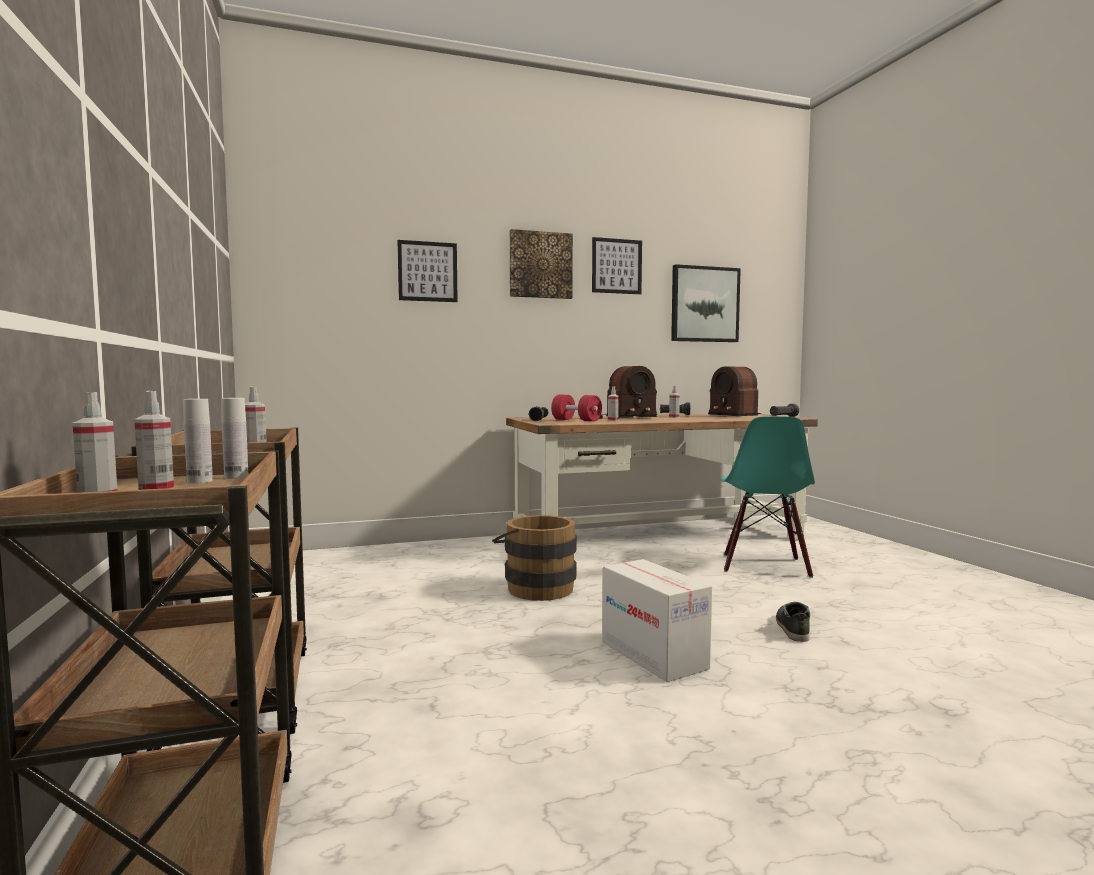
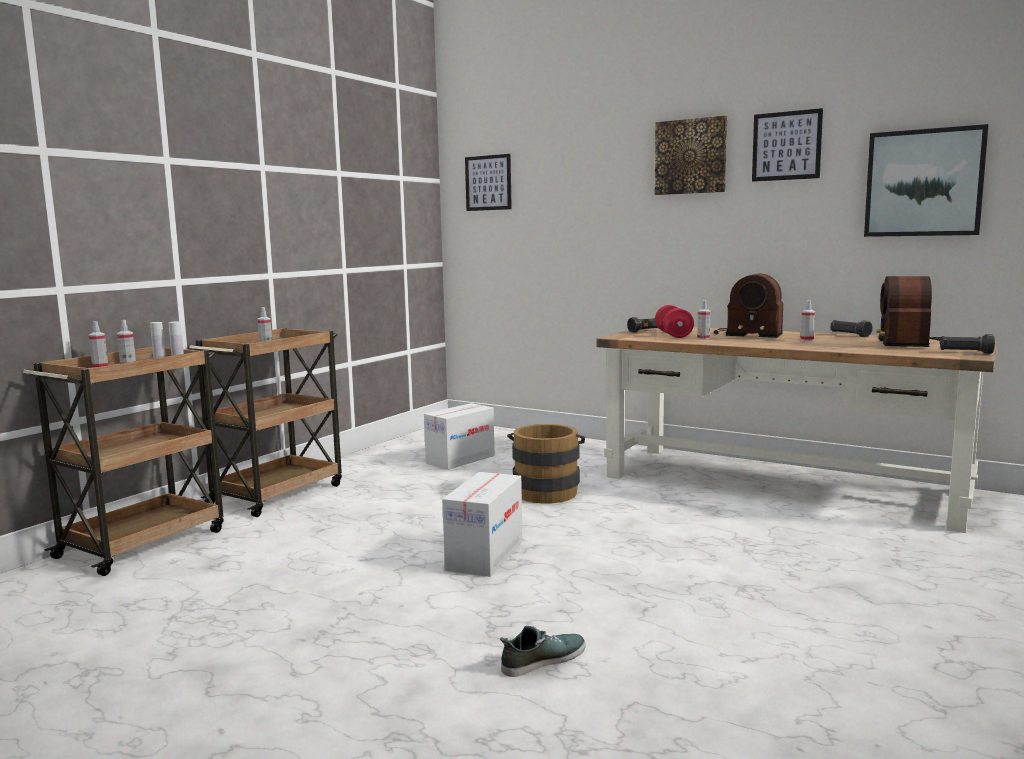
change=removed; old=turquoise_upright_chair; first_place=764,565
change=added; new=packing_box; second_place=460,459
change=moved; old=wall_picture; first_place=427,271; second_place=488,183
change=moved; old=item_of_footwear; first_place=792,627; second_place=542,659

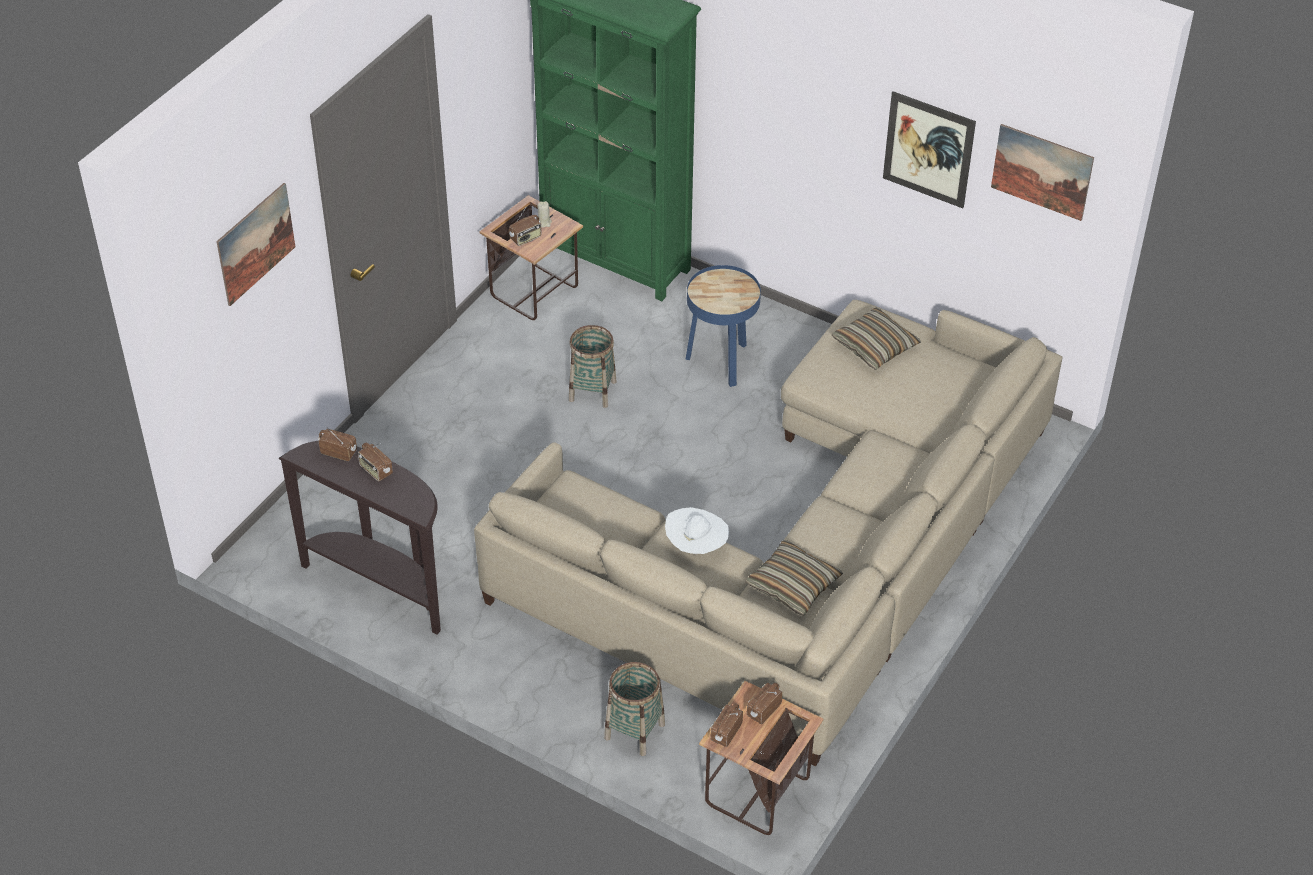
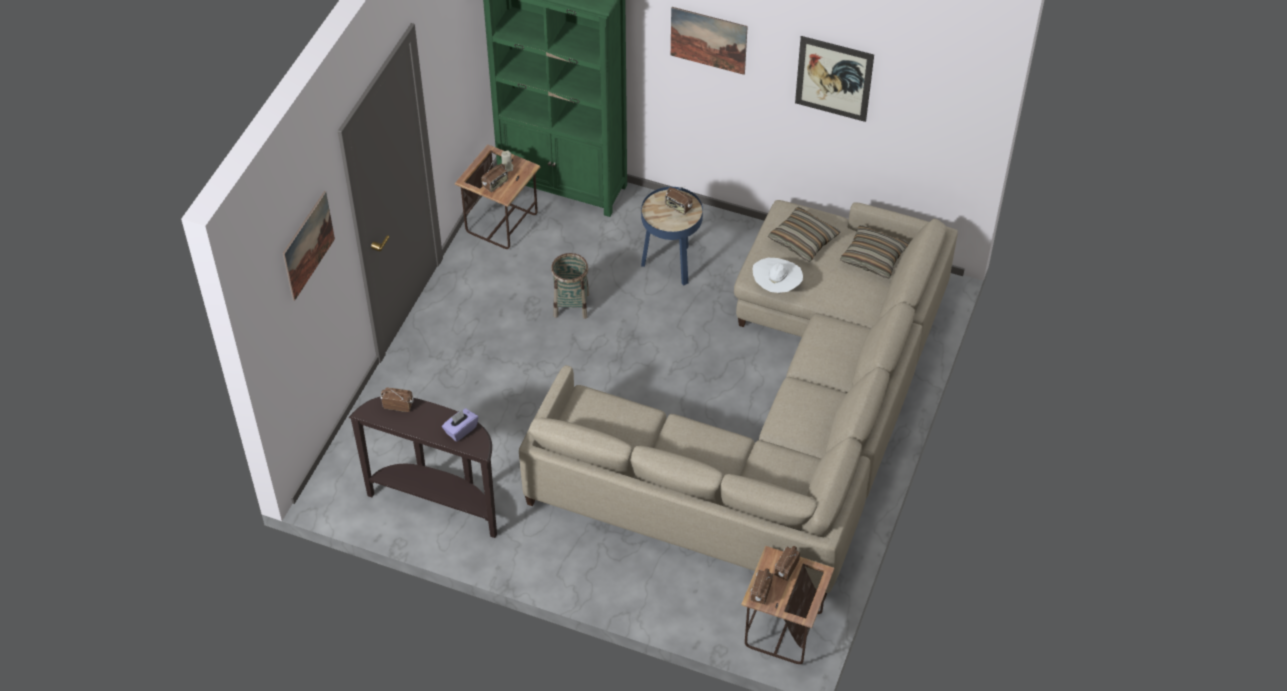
change=removed; old=storage_basket; first_place=634,731
change=added; new=purple_tissue_holder; second_place=460,430
change=moved; old=radio; first_place=375,471; second_place=678,207
change=moved; old=white-coloured_wearable_hat; first_place=696,546; second_place=776,287
change=moved; old=cushion; first_place=793,585; second_place=873,258
change=moved; old=wall_picture; first_place=1042,172; second_place=708,40

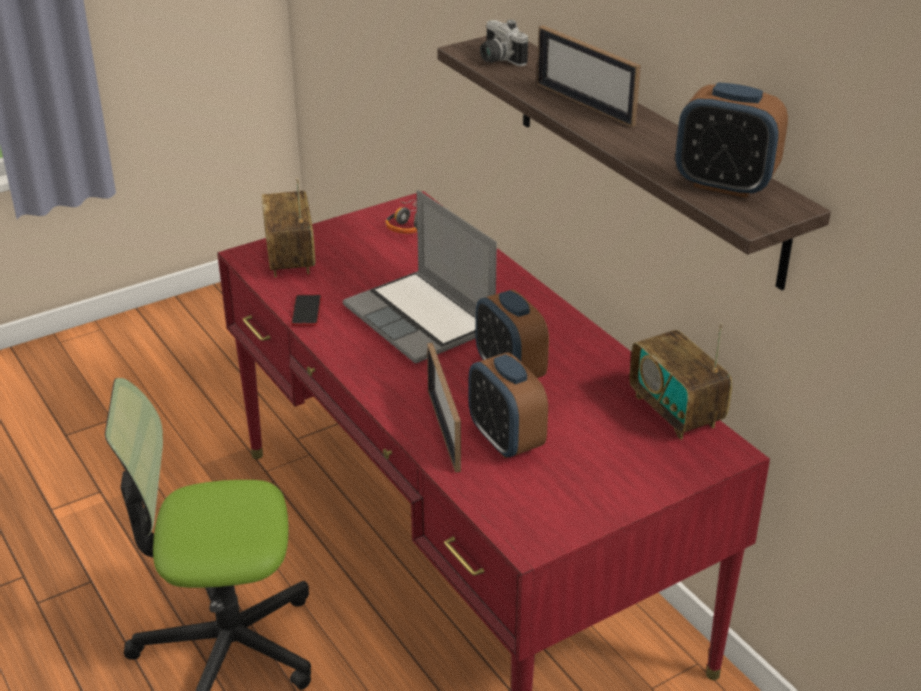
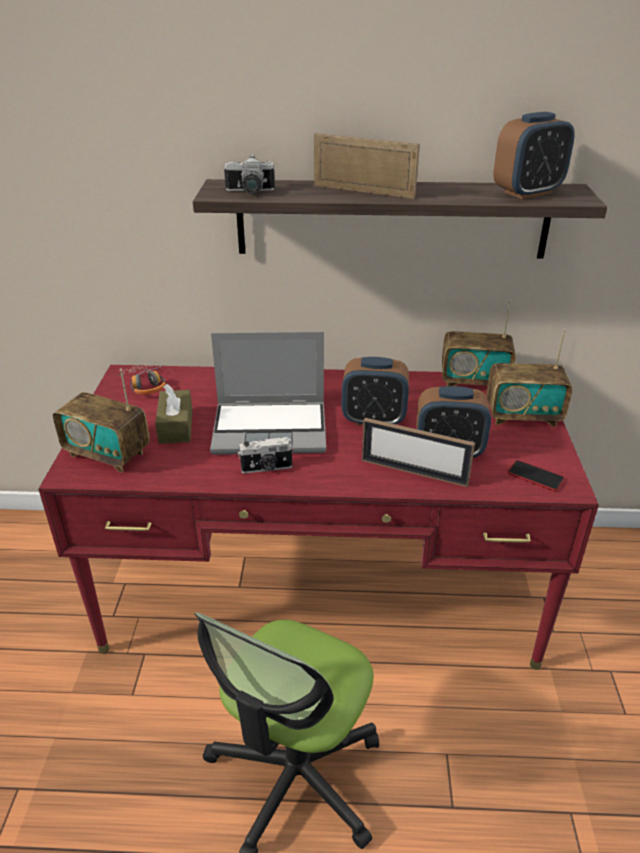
change=added; new=brown_tissue_holder; second_place=176,426
change=added; new=still_camera; second_place=267,468
change=added; new=radio; second_place=522,416
change=moved; old=telephone; first_place=306,311; second_place=535,476
change=turned; old=photo_frame; first_place=584,104; second_place=363,191; degrees=-150

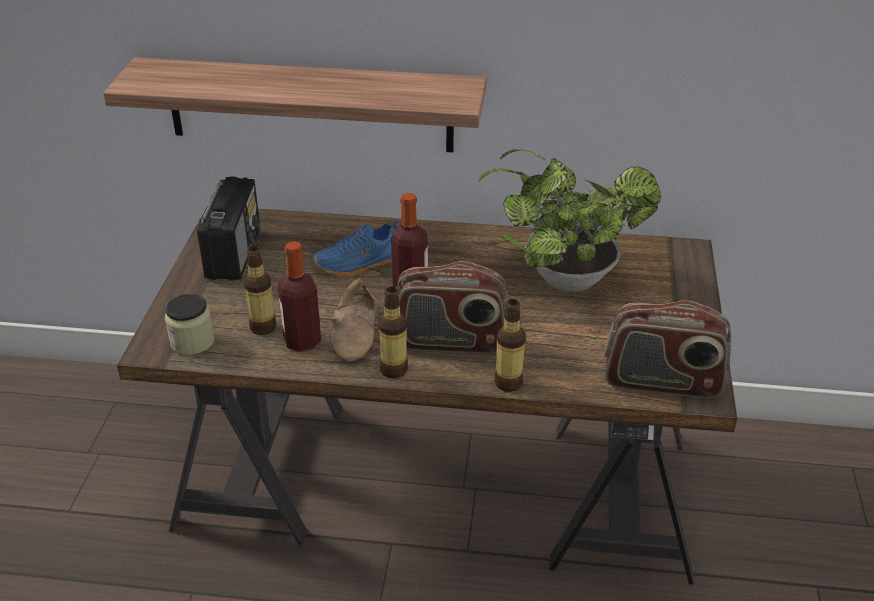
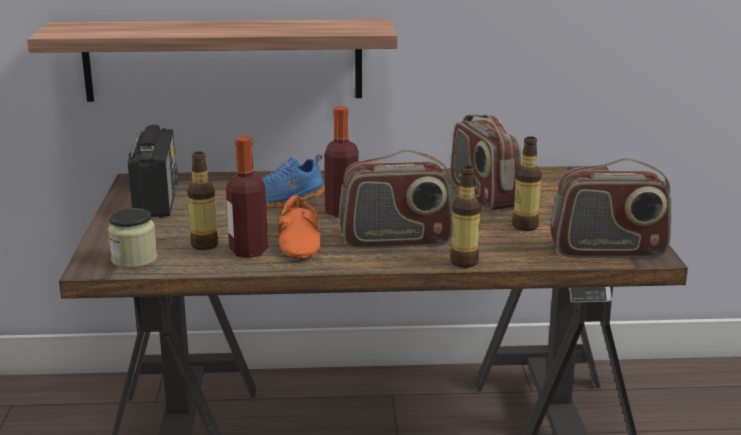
change=moved; old=drink_bottle; first_place=394,370; second_place=525,226
change=replaced; old=potted_plant; new=radio; first_place=562,278; second_place=482,195
change=recoloured; old=beige_item_of_footwear; new=orange-coloured_item_of_footwear; first_place=358,332; second_place=302,241

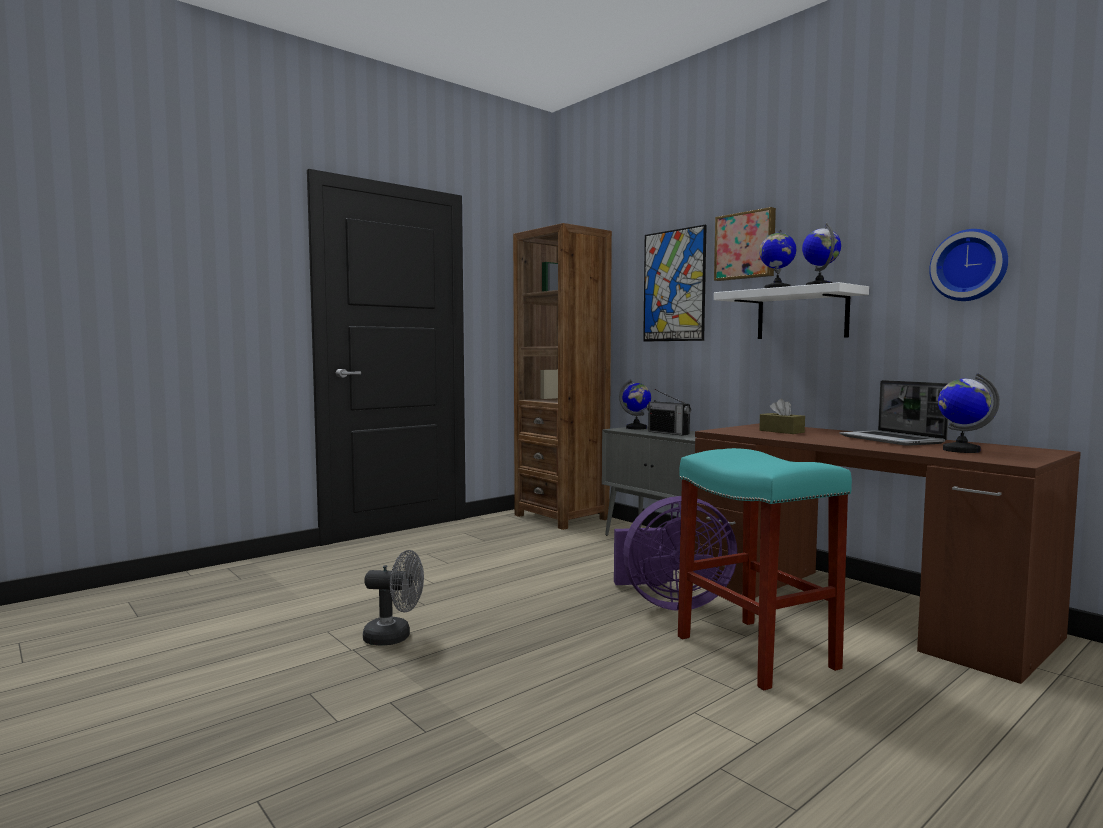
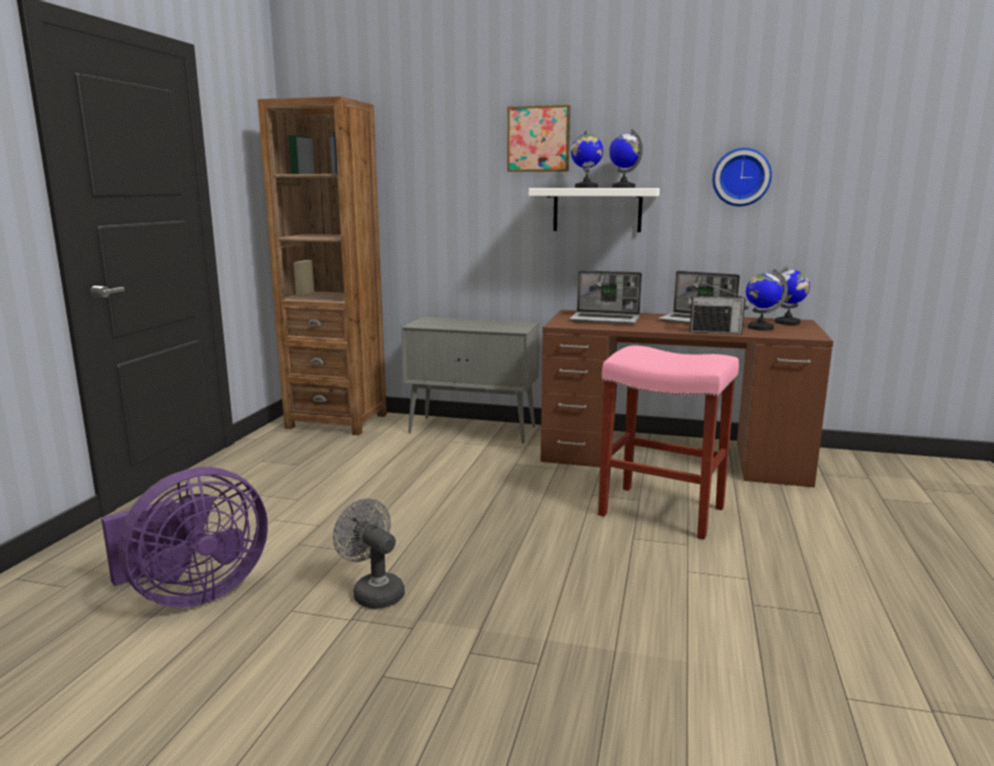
change=removed; old=wall_picture; first_place=674,286
change=moved; old=purple_electric_fan; first_place=670,603; second_place=192,594
change=moved; old=world_globe; first_place=636,428; second_place=787,322
change=moved; old=radio; first_place=668,433; second_place=715,332
change=replaced; old=brown_tissue_holder; new=notebook_computer; first_place=781,431; second_place=606,320
change=recoloured; old=turquoise_stool; new=pinkish_stool; first_place=753,651; second_place=659,511
change=turned; old=grey_electric_fan; first_place=395,637; second_place=373,592; degrees=-105

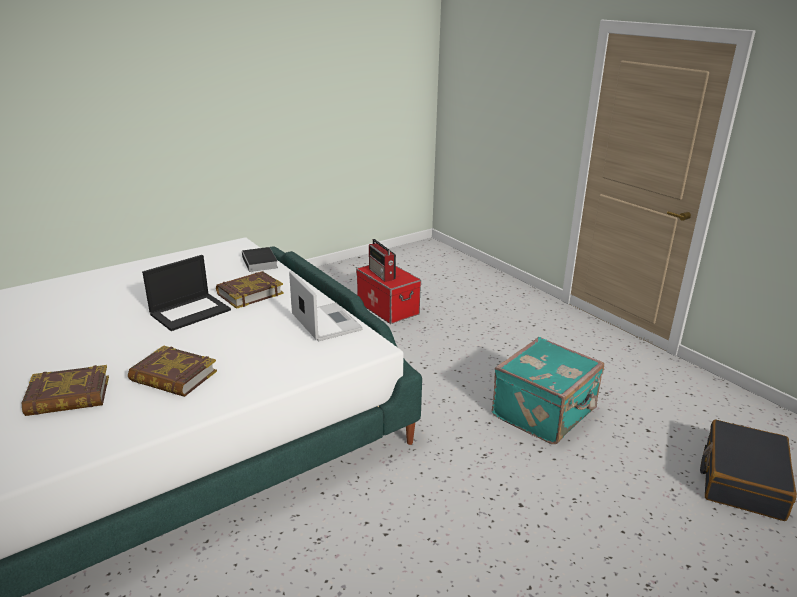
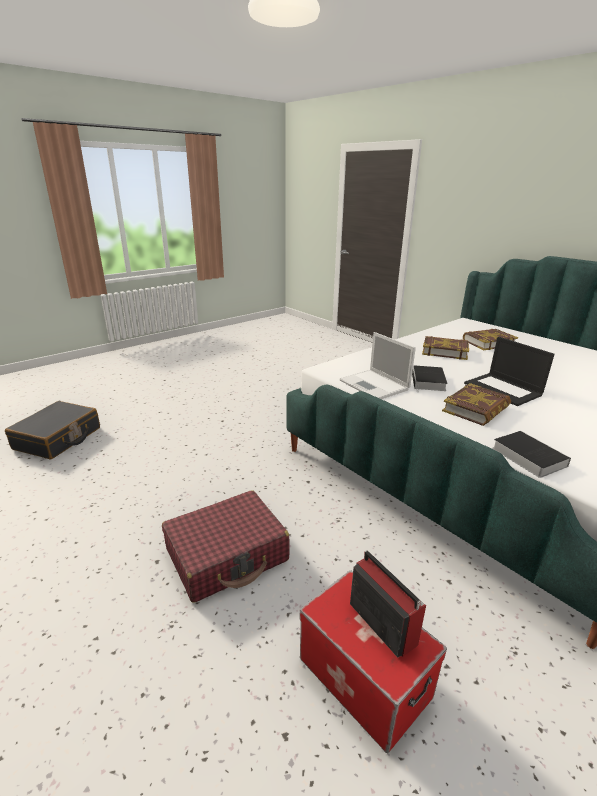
change=removed; old=turquoise_piece_of_luggage; first_place=545,413
change=added; new=reddish_piece_of_luggage; second_place=227,555
change=added; new=book; second_place=428,382
change=turned; old=notebook_computer; first_place=190,311; second_place=503,389; degrees=-75

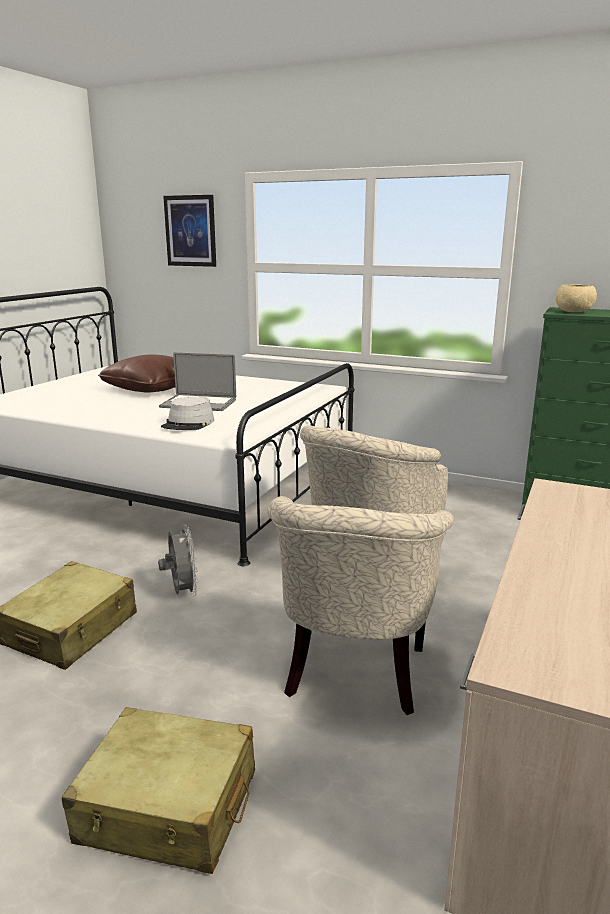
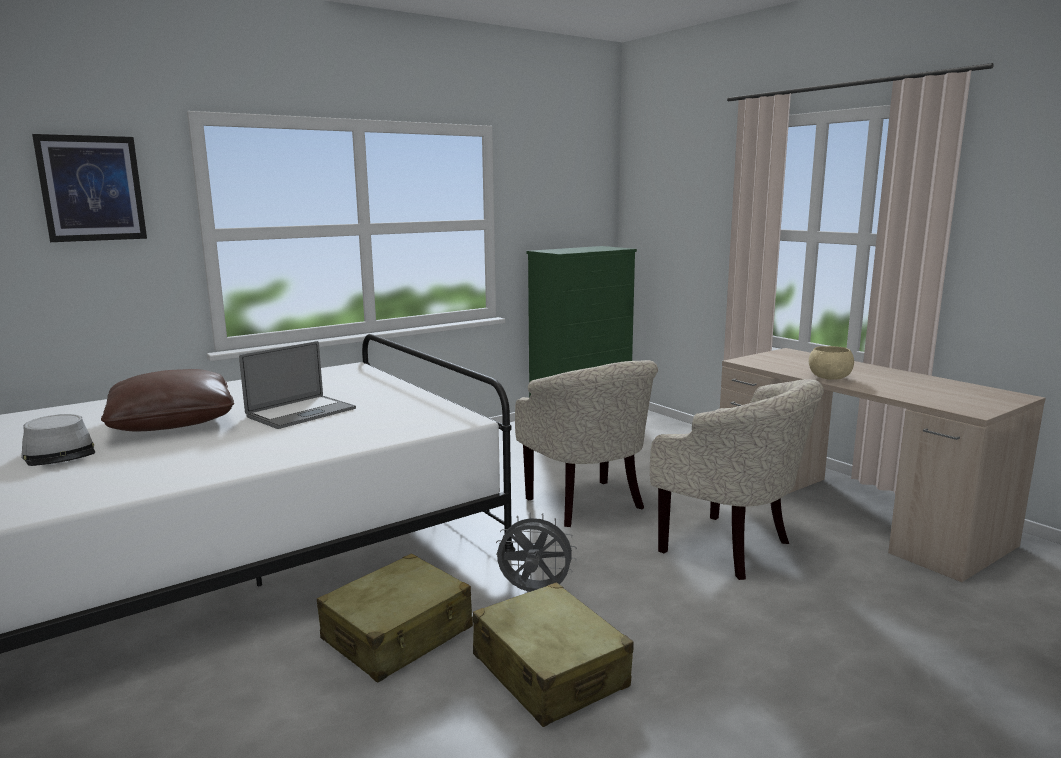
change=moved; old=beige_piece_of_luggage; first_place=168,807; second_place=398,634
change=moved; old=grey_wearable_hat; first_place=188,424; second_place=60,453
change=moved; old=beige_bowl; first_place=574,312; second_place=830,378

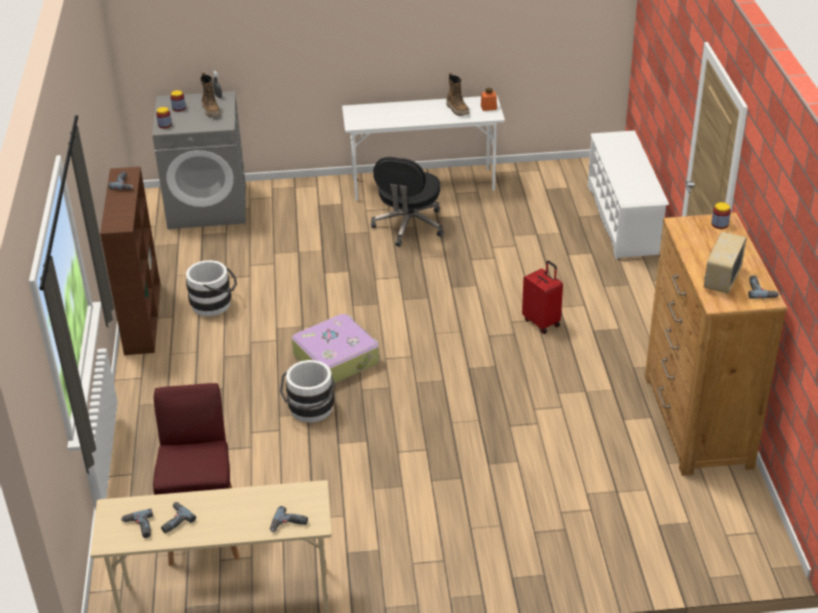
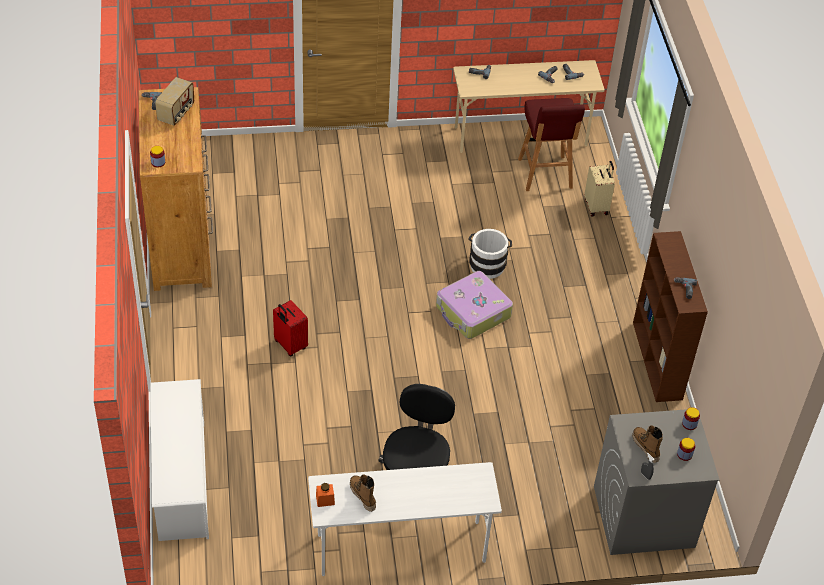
change=removed; old=white-coloured_bucket; first_place=215,303
change=added; new=beige_piece_of_luggage; second_place=597,207

